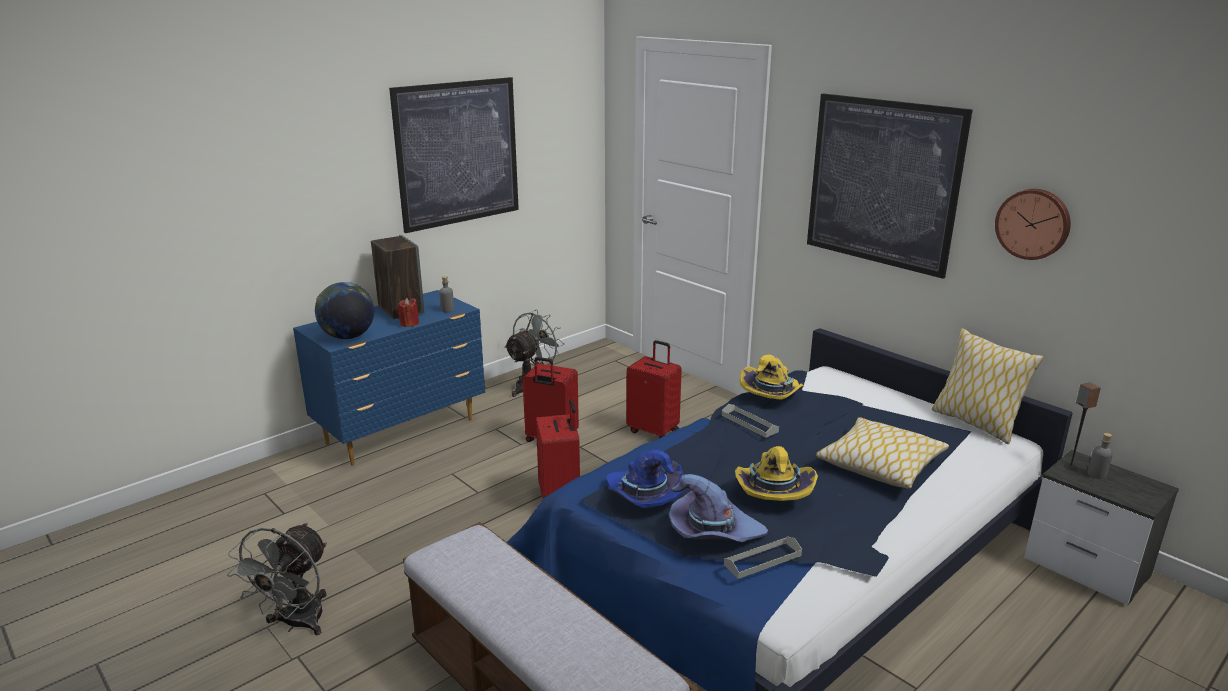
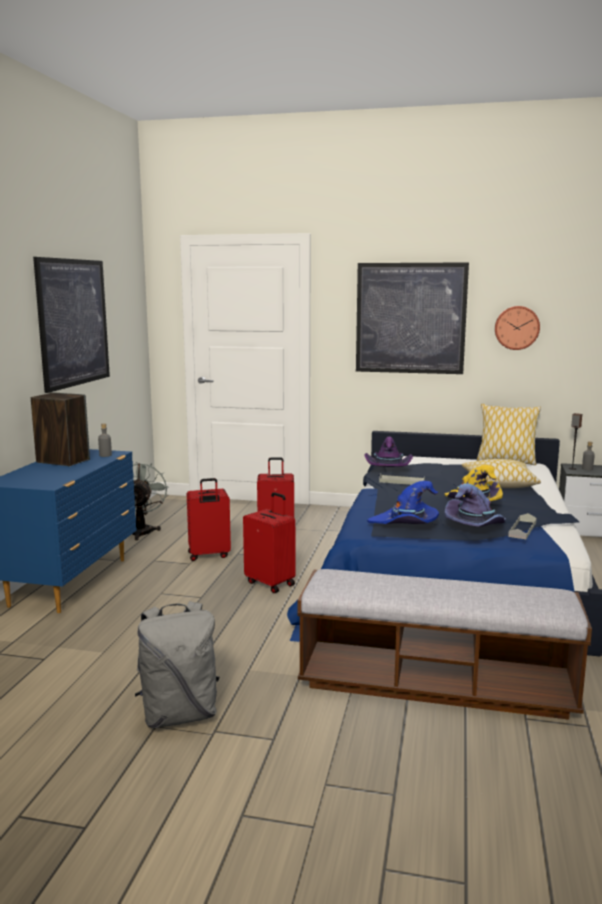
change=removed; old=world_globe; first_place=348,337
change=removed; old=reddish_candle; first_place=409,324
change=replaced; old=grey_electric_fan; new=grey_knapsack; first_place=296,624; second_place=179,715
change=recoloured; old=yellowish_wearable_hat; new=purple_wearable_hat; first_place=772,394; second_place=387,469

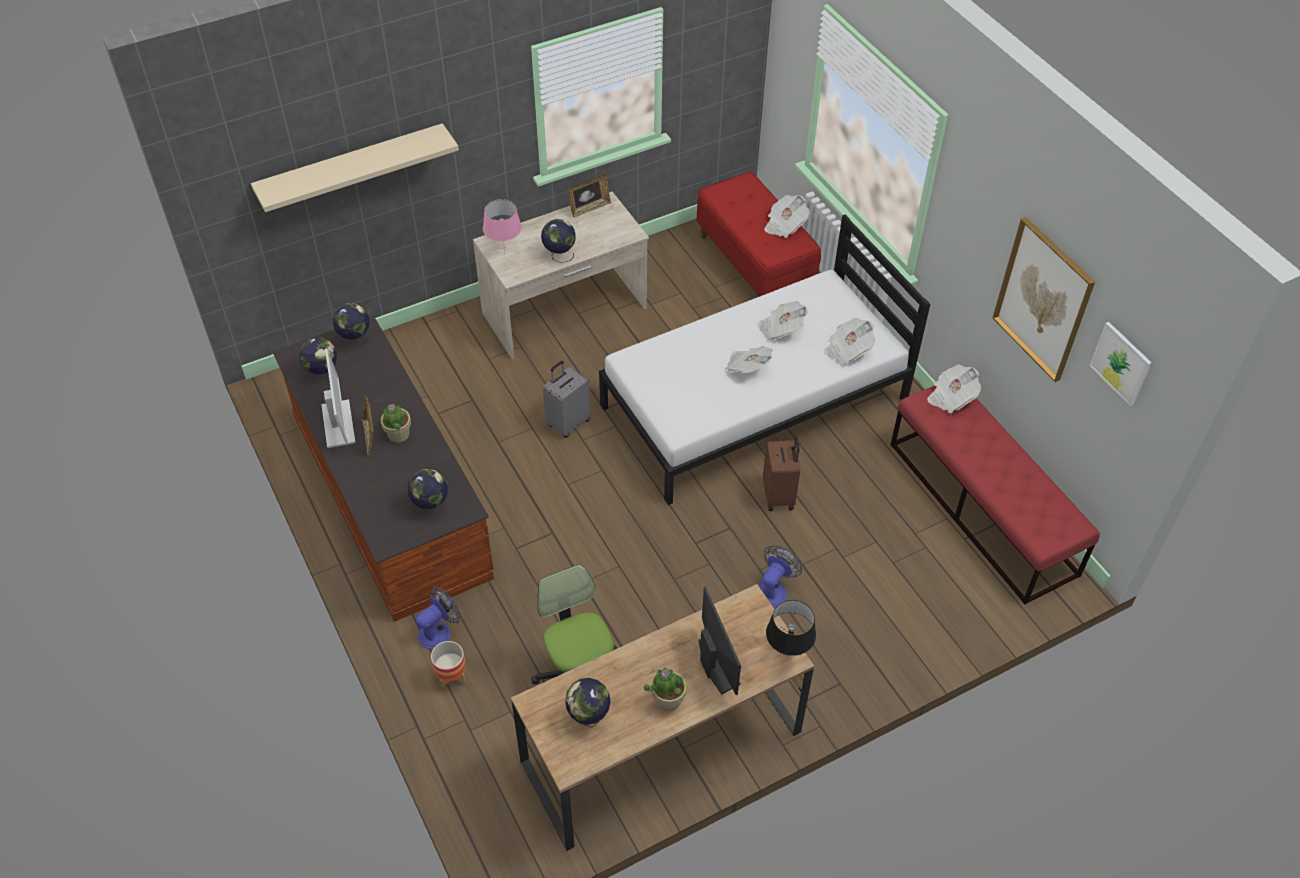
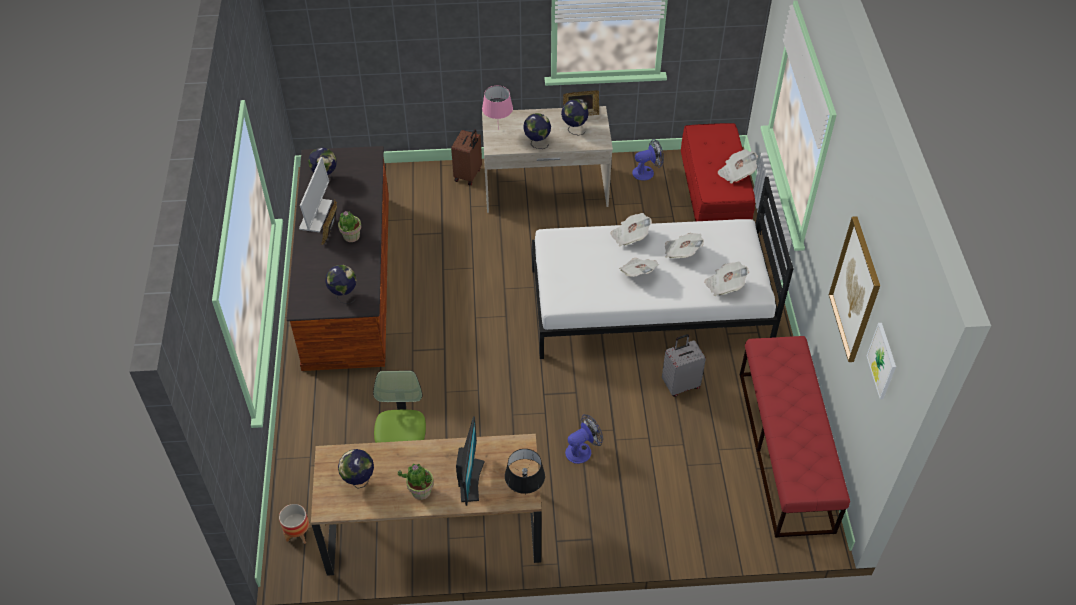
change=removed; old=beige_shelf; first_place=351,167
change=moved; old=world_globe; first_place=355,340; second_place=574,129
change=moved; old=electric_fan; first_place=439,631; second_place=647,172
change=moved; old=plant_pot; first_place=451,677; second_place=298,533
change=moved; old=grey_piece_of_luggage; first_place=568,423; second_place=680,384
change=moved; old=brown_piece_of_luggage; first_place=779,496; second_place=468,175
change=moved; old=printed_paper; first_place=951,397; second_place=630,236

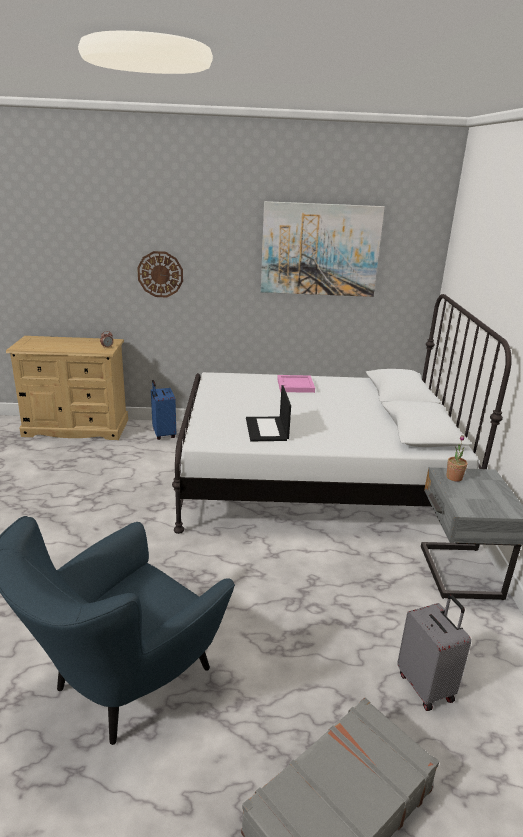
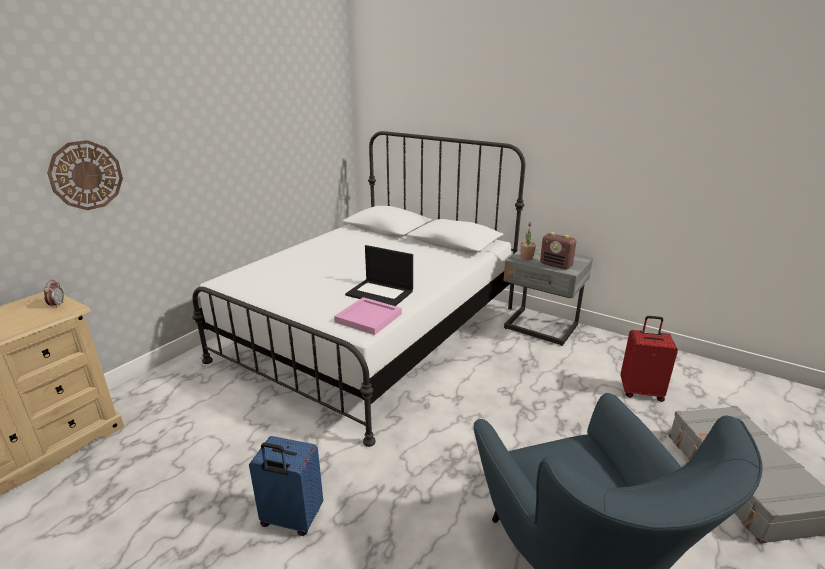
change=removed; old=wall_picture; first_place=320,250
change=added; new=radio; second_place=556,265
change=moved; old=bluish_piece_of_luggage; first_place=163,434; second_place=291,519
change=moved; old=pinkish_tray; first_place=296,386; second_place=369,318
change=recoloured; old=grey_piece_of_luggage; new=reddish_piece_of_luggage; first_place=426,686; second_place=641,391

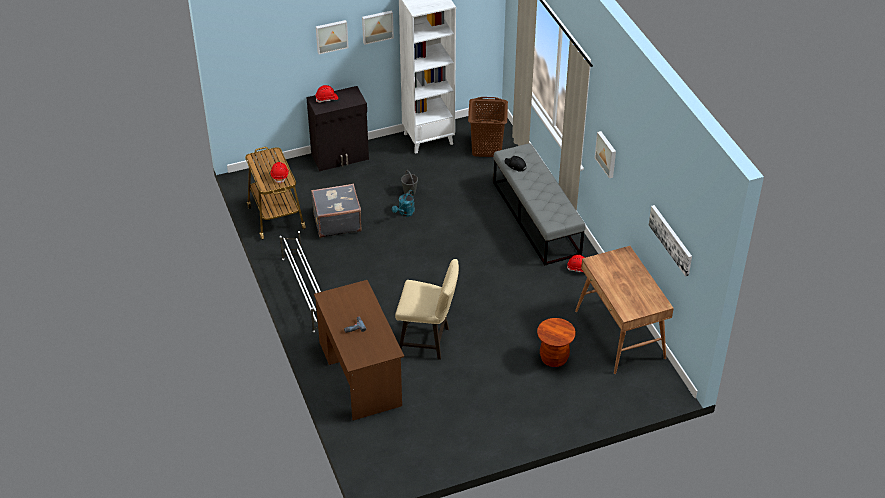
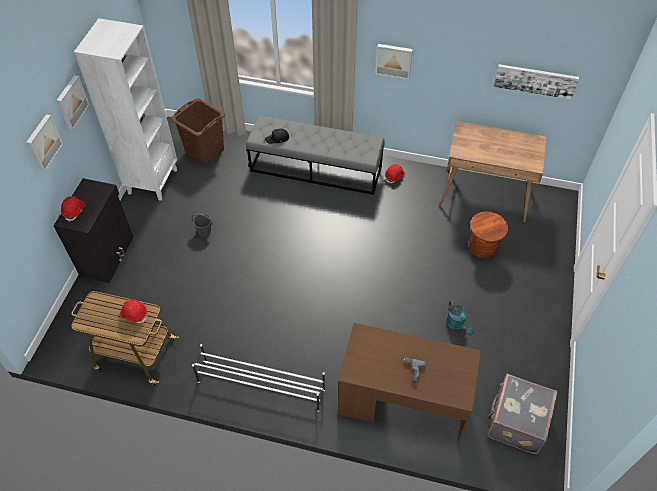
change=removed; old=beige_stool; first_place=428,341
change=moved; old=grey_piece_of_luggage; first_place=336,222; second_place=515,422
change=moved; old=turquoise_watering_can; first_place=405,213; second_place=457,325

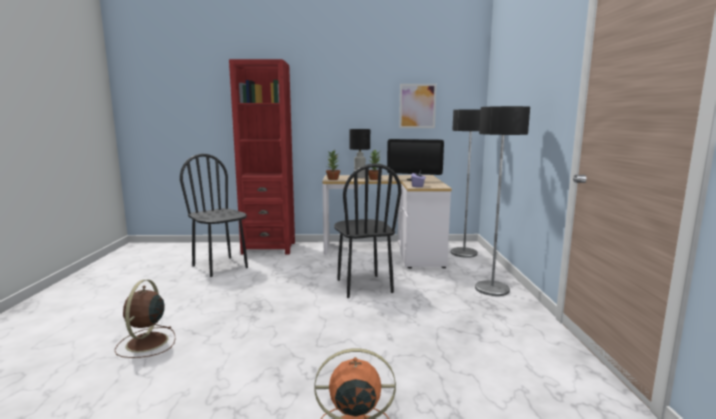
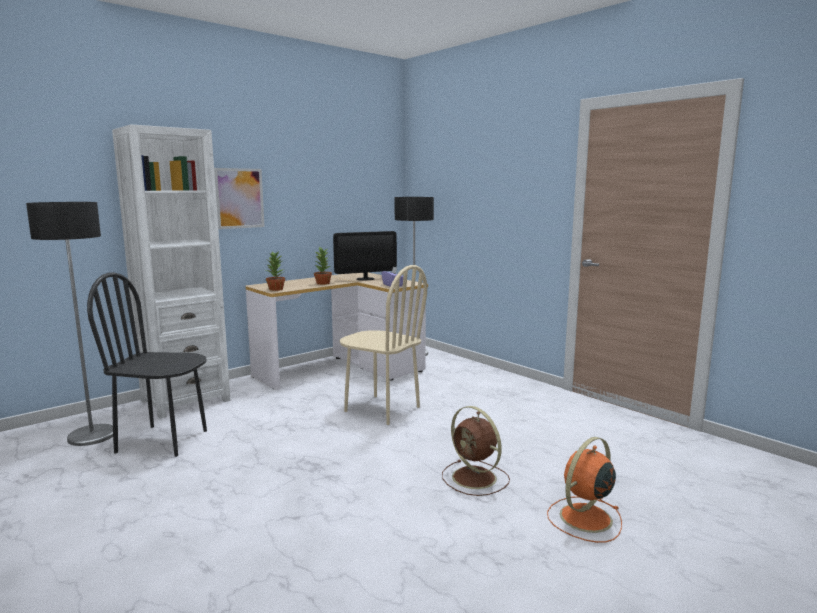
change=removed; old=black_lamp_for_a_table; first_place=359,177
change=moved; old=brown_electric_fan; first_place=146,343; second_place=475,478
change=moved; old=wall_picture; first_place=417,106; second_place=239,198
change=moved; old=standing_lamp; first_place=492,289; second_place=92,436
change=recoloured; old=reddish_bookshelf; new=white-coloured_bookshelf; first_place=269,248; second_place=185,400
change=recoloured; old=black_upright_chair; new=beige_upright_chair; first_place=363,286; second_place=382,409

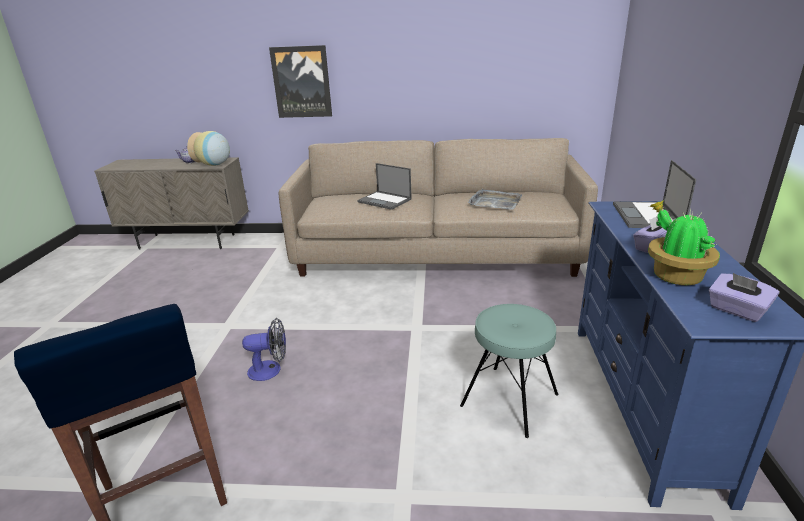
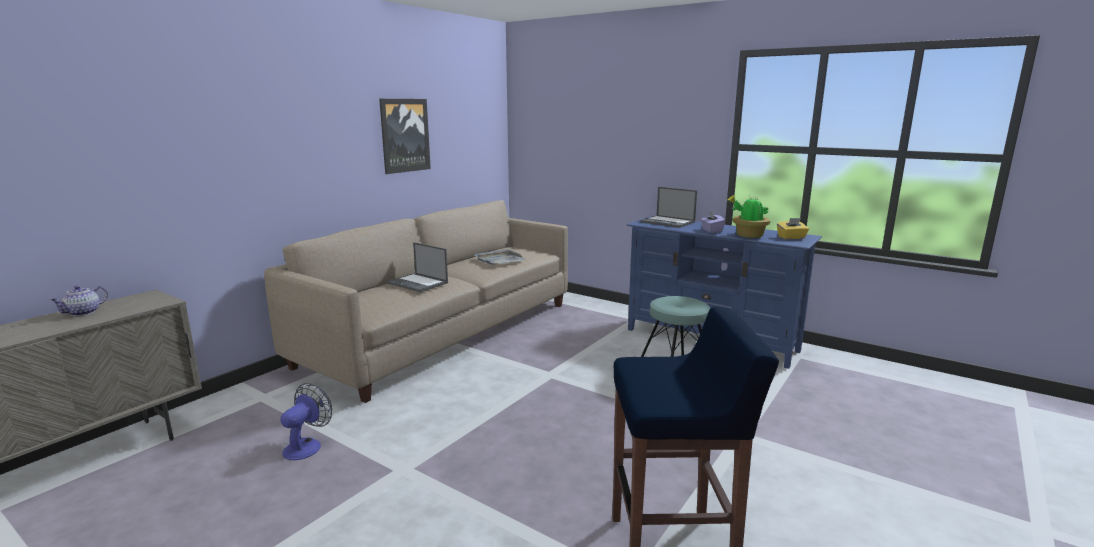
change=removed; old=vase; first_place=214,165
change=moved; old=electric_fan; first_place=270,370; second_place=307,445
change=moved; old=wall_picture; first_place=301,82; second_place=404,135
change=recoloured; old=purple_tissue_holder; new=yellowish_tissue_holder; first_place=736,310; second_place=791,237
change=turned; old=notebook_computer; first_place=385,200; second_place=418,283; degrees=60

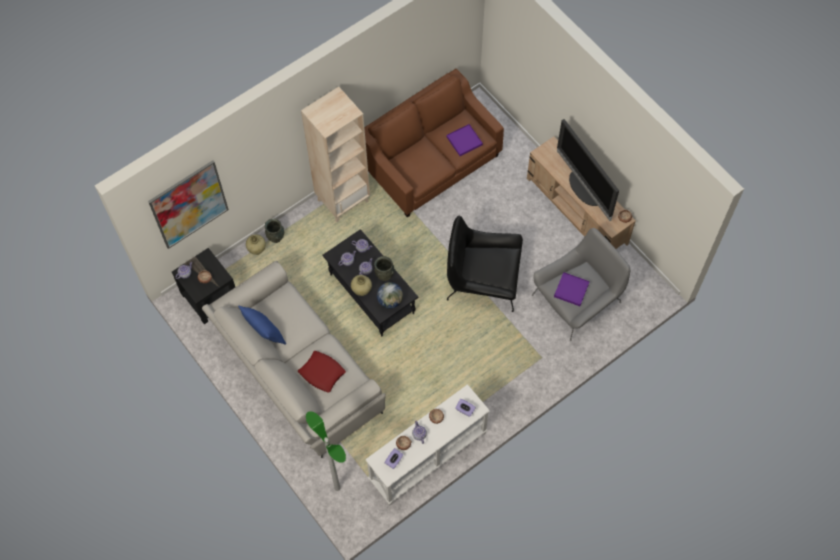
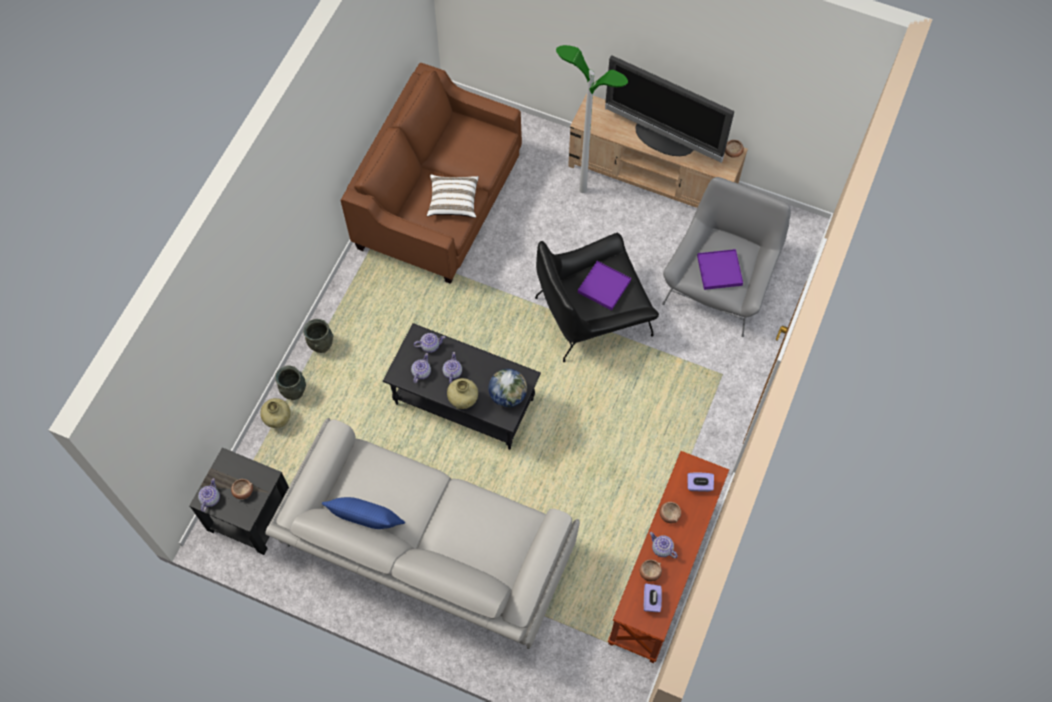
change=removed; old=wall_picture; first_place=189,204
change=removed; old=reddish_cushion; first_place=322,373
change=removed; old=beige_bookshelf; first_place=343,200
change=added; new=white-coloured_cushion; second_place=453,201
change=moved; old=standing_lamp; first_place=337,488; second_place=582,190
change=moved; old=grey_vase; first_place=385,275; second_place=321,344
change=moved; old=purple_tray; first_place=464,141; second_place=604,287
change=recoloured; old=white-coloured_hall_table; new=brown_hall_table; first_place=428,457; second_place=663,573

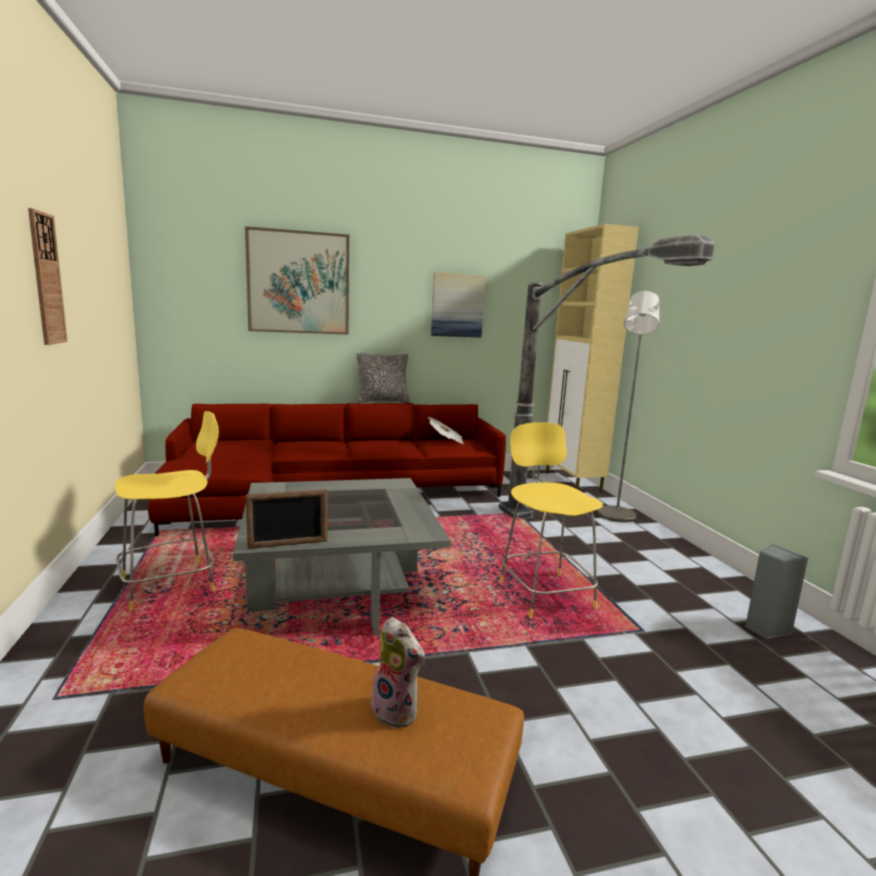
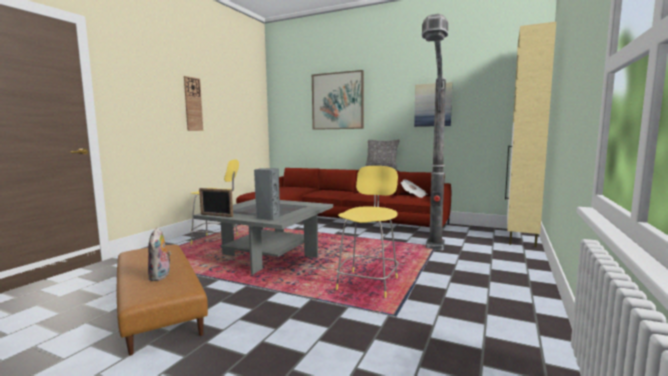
change=removed; old=grey_standing_lamp; first_place=616,518
change=moved; old=grey_loudspeaker; first_place=765,629; second_place=268,217

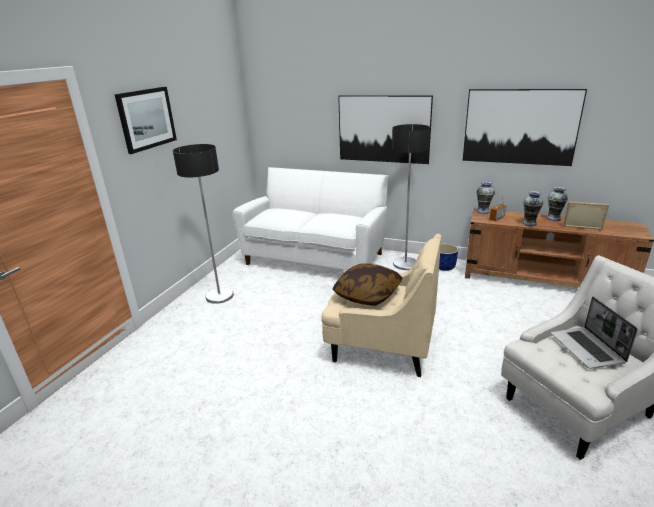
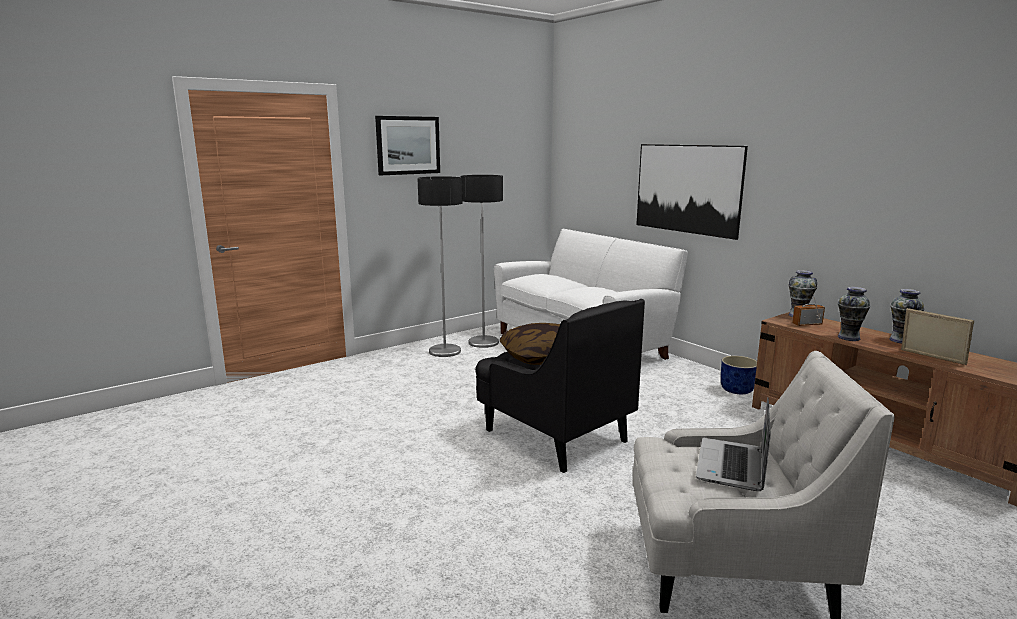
change=removed; old=wall_picture; first_place=520,127
change=moved; old=standing_lamp; first_place=405,264; second_place=484,342
change=recoloured; old=beige_armchair; new=black_armchair; first_place=381,346; second_place=554,435

